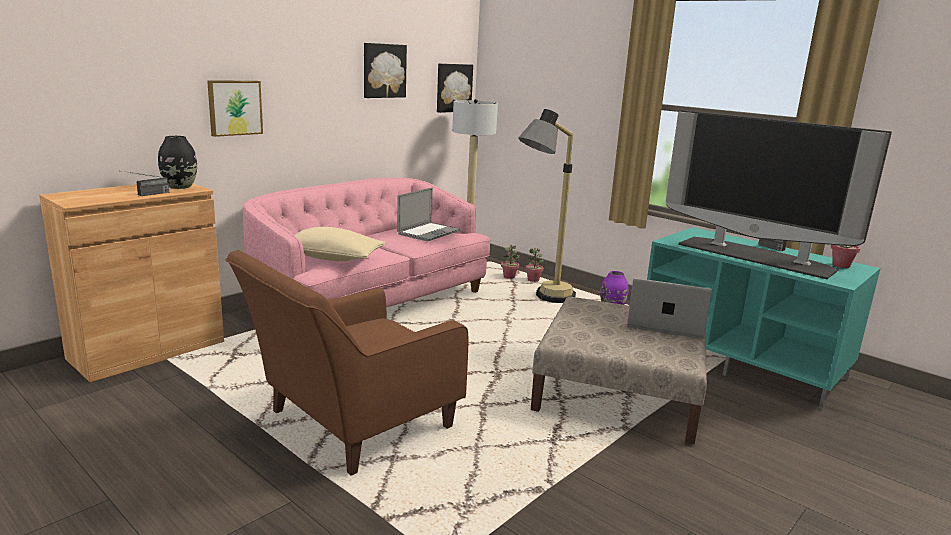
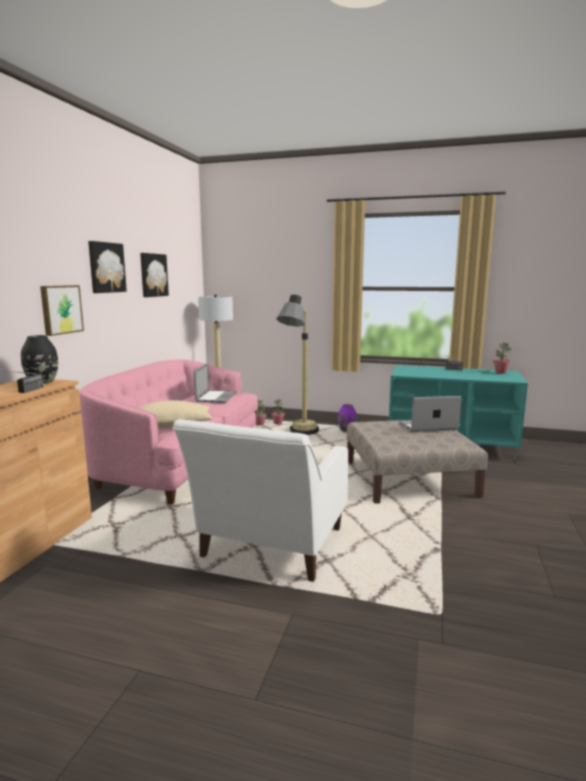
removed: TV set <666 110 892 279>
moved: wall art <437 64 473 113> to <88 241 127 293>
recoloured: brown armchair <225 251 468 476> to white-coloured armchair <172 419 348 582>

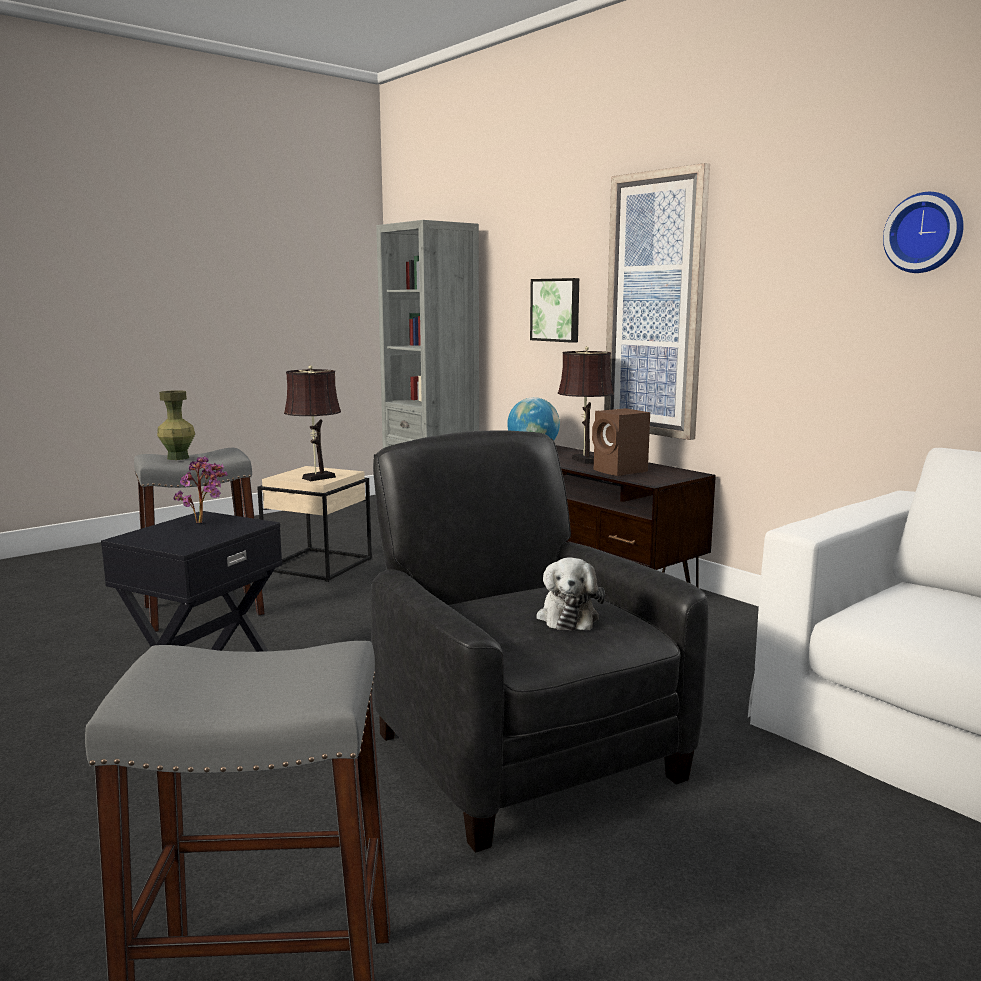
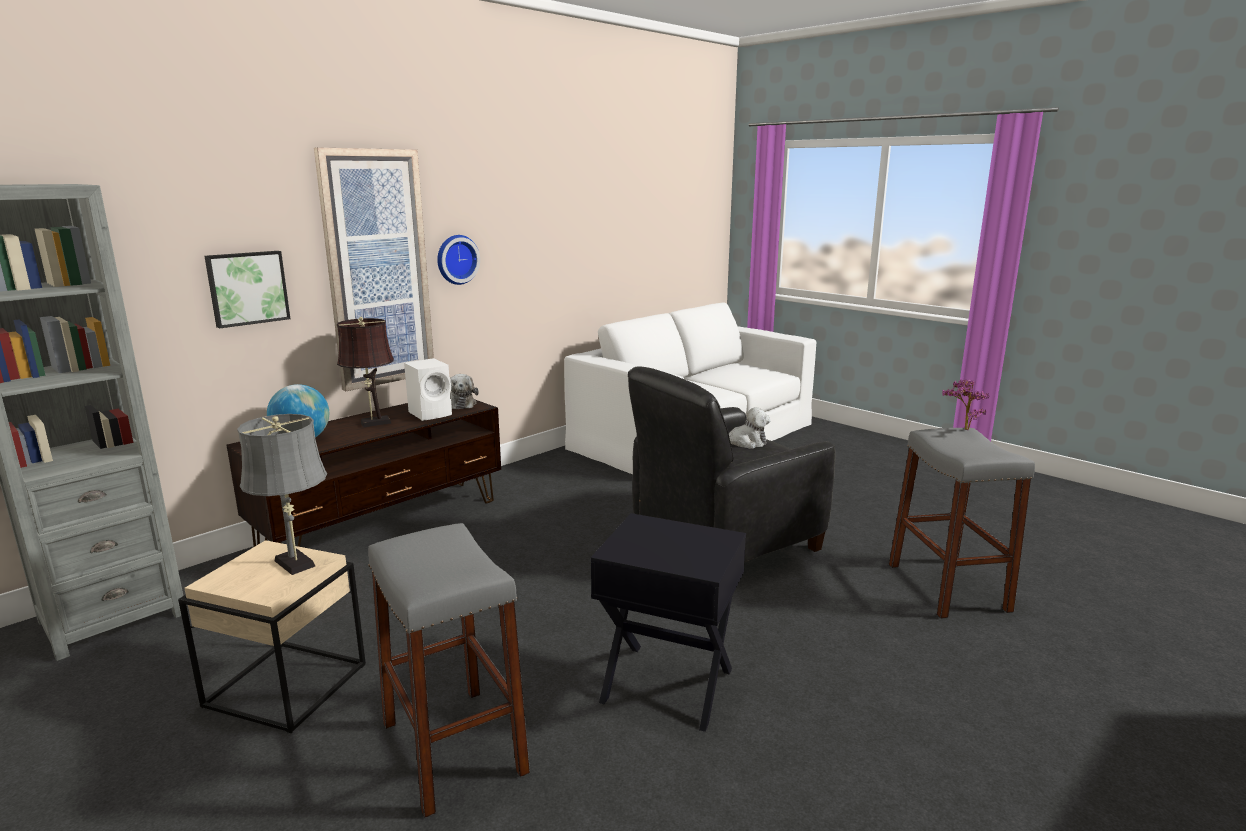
removed: greenish flower vase <157 390 195 460>
added: soft toy <450 374 479 409>
moved: hanging clock <883 192 964 273> to <437 235 480 285>; houseplant <173 456 228 523> to <942 379 990 430>
recoloured: brown tabletop lamp <284 365 341 481> to grey tabletop lamp <237 414 327 575>; brown audio speaker <592 408 650 476> to white-coloured audio speaker <404 358 452 421>

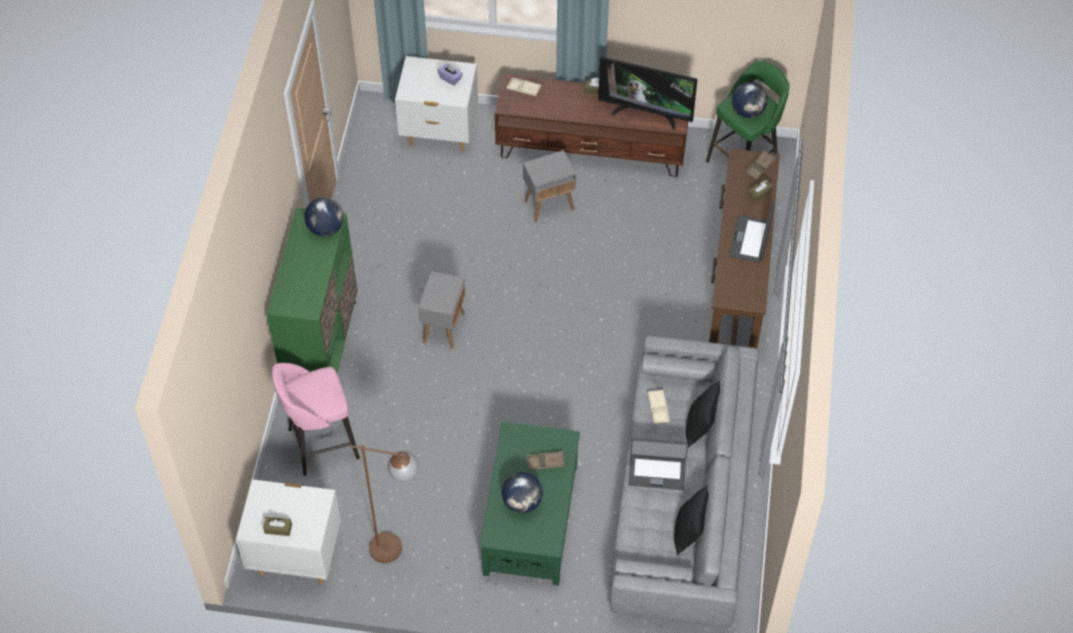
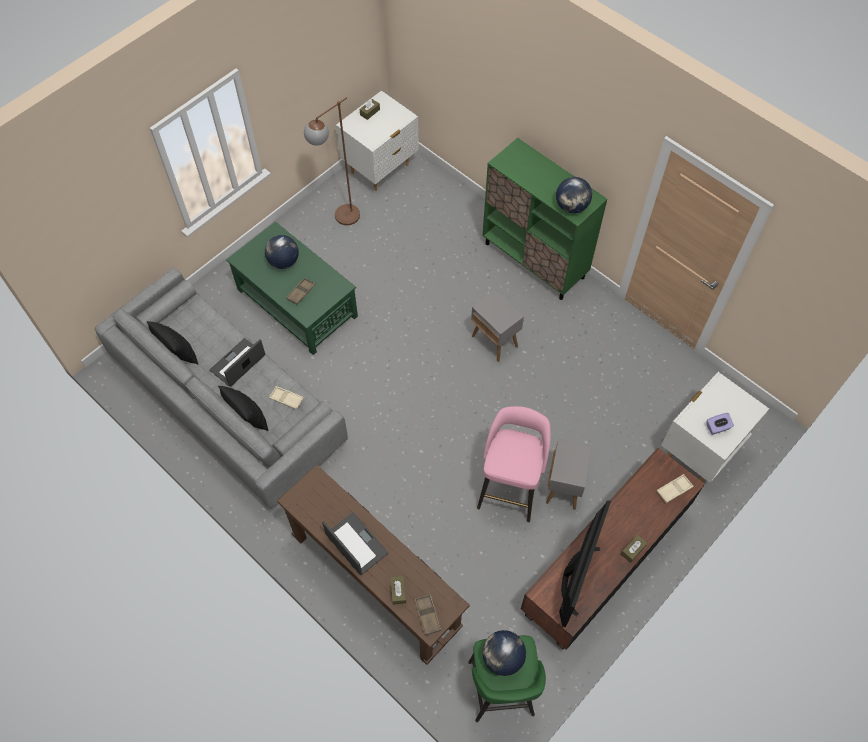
moved: pinkish stool <272 363 360 476> to <477 406 551 522>
turned: TV set <598 57 697 130> = <559 500 611 627> 150 degrees clockwise

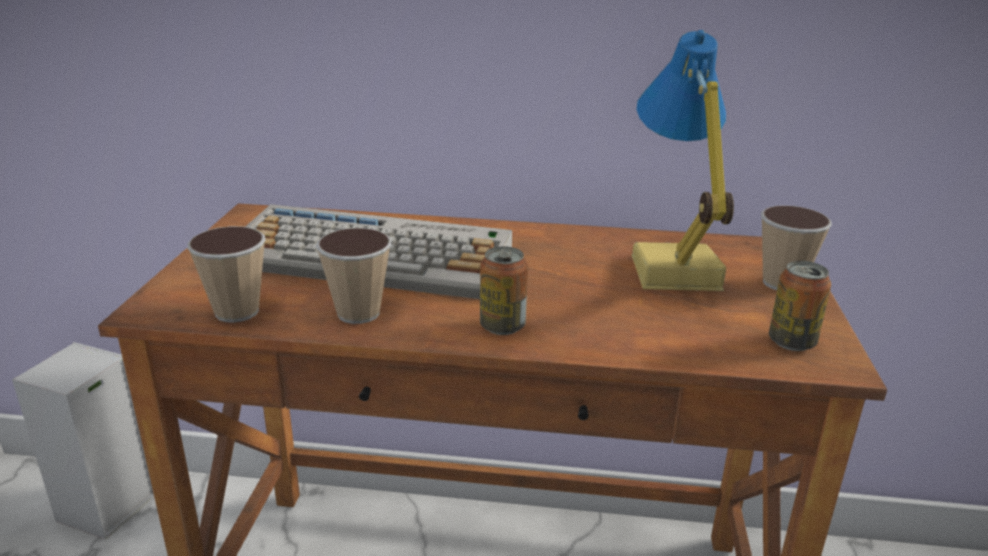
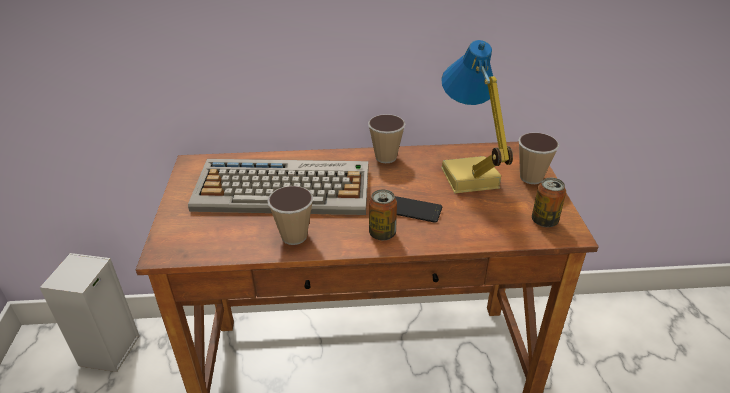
added: phone <395 196 442 223>
moved: cup <187 226 266 323> to <368 114 405 163>

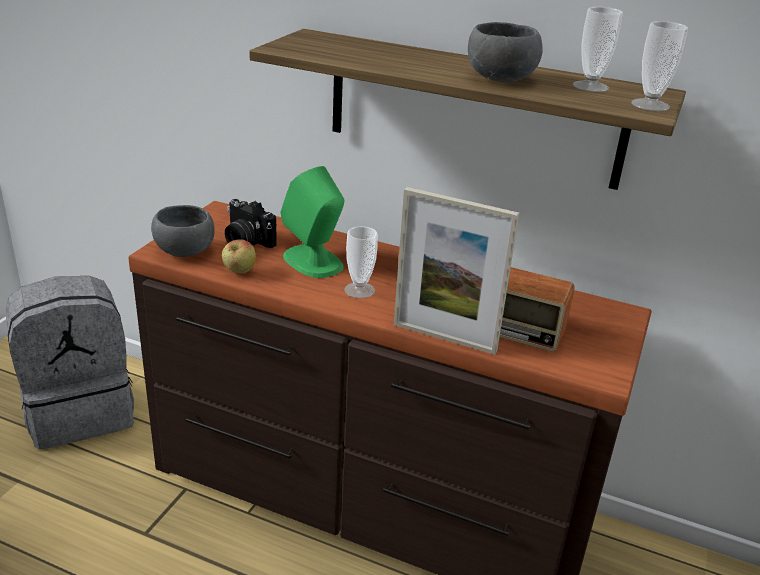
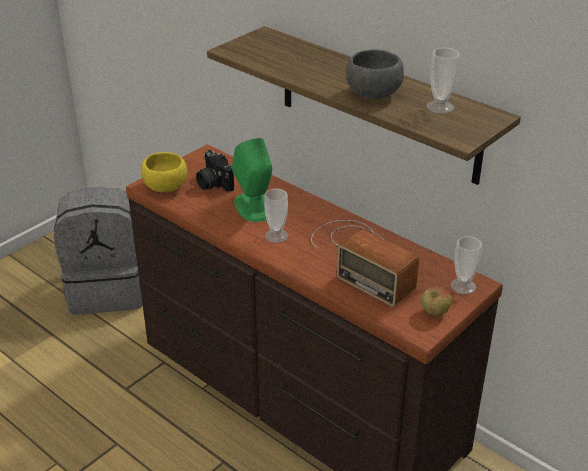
removed: photo frame <394 187 519 355>
moved: cup <631 21 688 111> to <450 236 482 294>; apple <222 239 256 273> to <421 286 451 316>
recoloured: grey deep dish <151 205 215 257> to yellow deep dish <141 152 187 192>

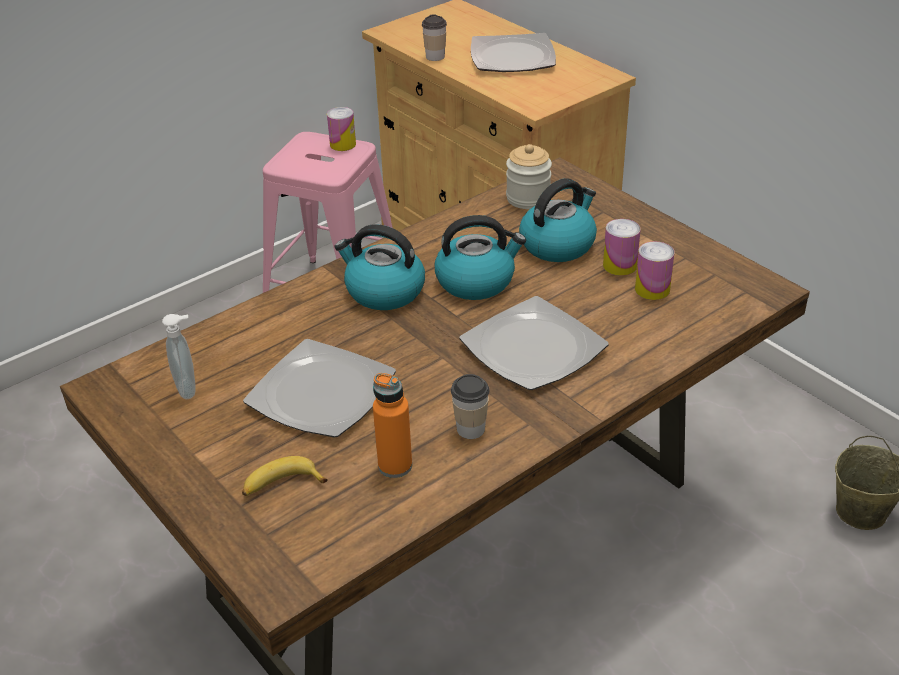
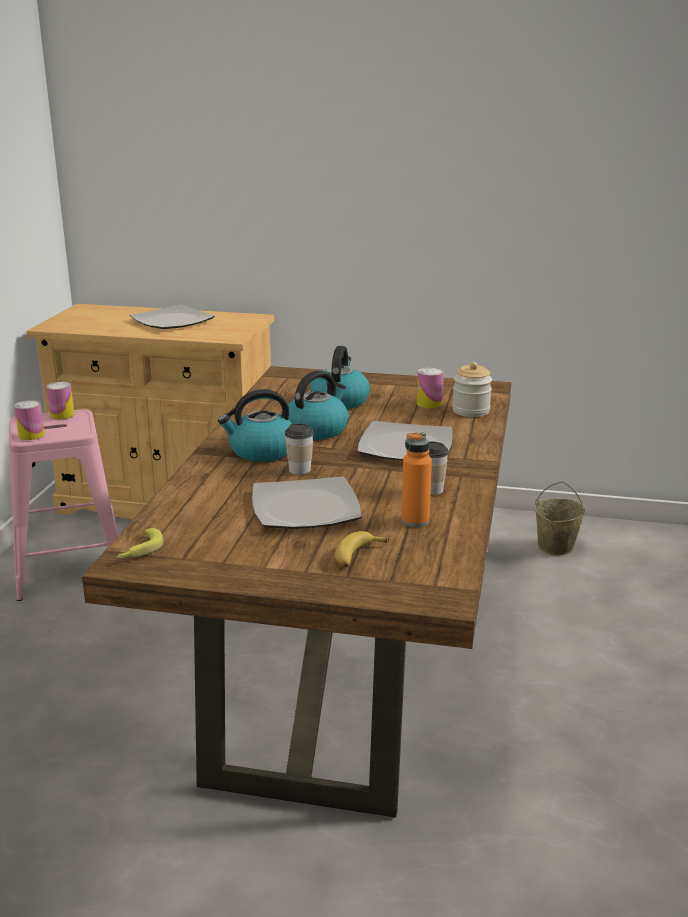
removed: soap dispenser <162 314 196 399>
added: whole banana <117 528 164 558>
moved: cup <422 14 447 61> to <285 423 314 475>; jar <506 144 552 209> to <452 362 492 417>; can <603 219 641 276> to <14 400 45 440>

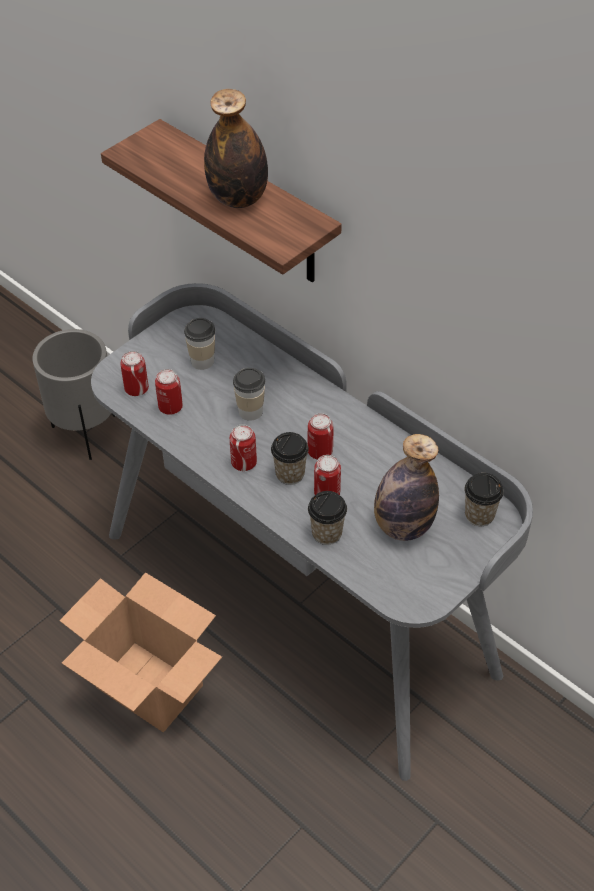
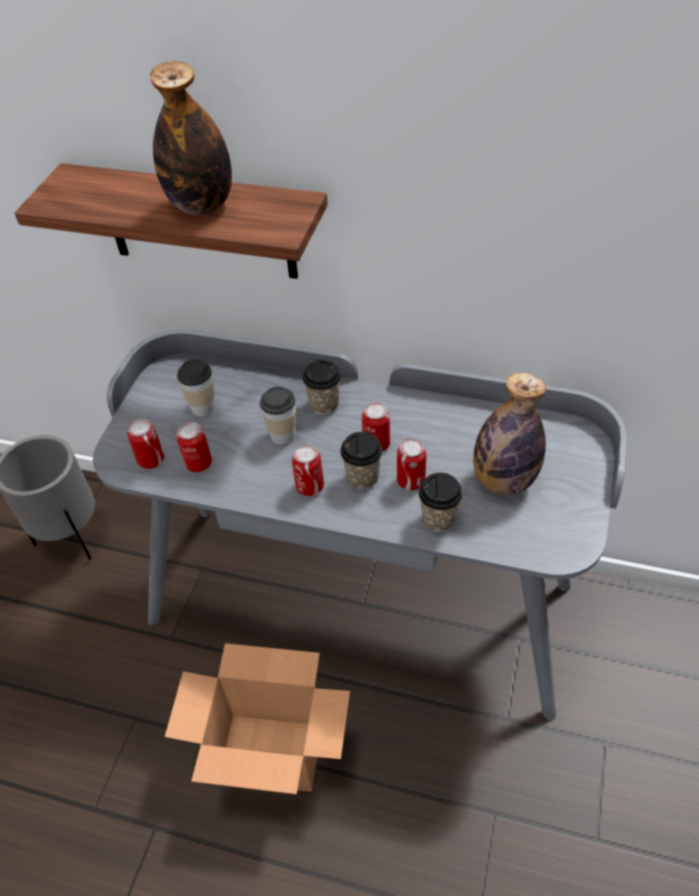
moved: cup <464 473 504 526> to <302 360 341 415>

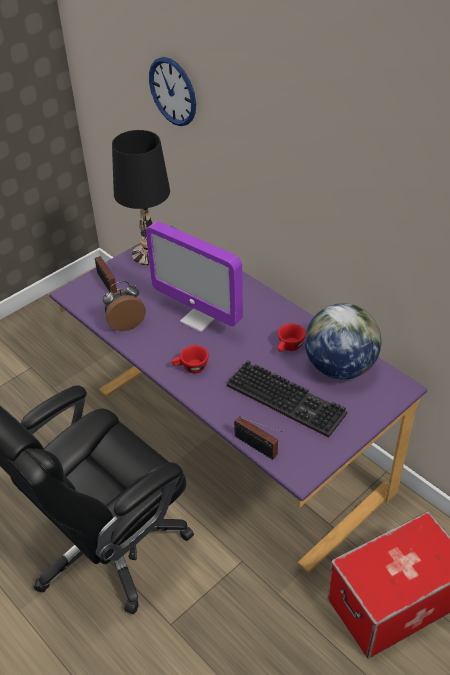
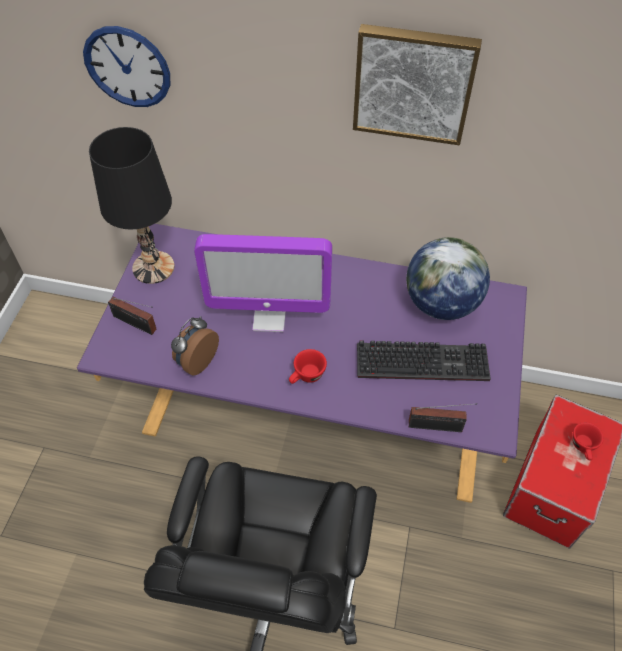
added: wall art <353 24 482 146>
moved: reddish cup <277 323 306 352> to <572 422 604 460>

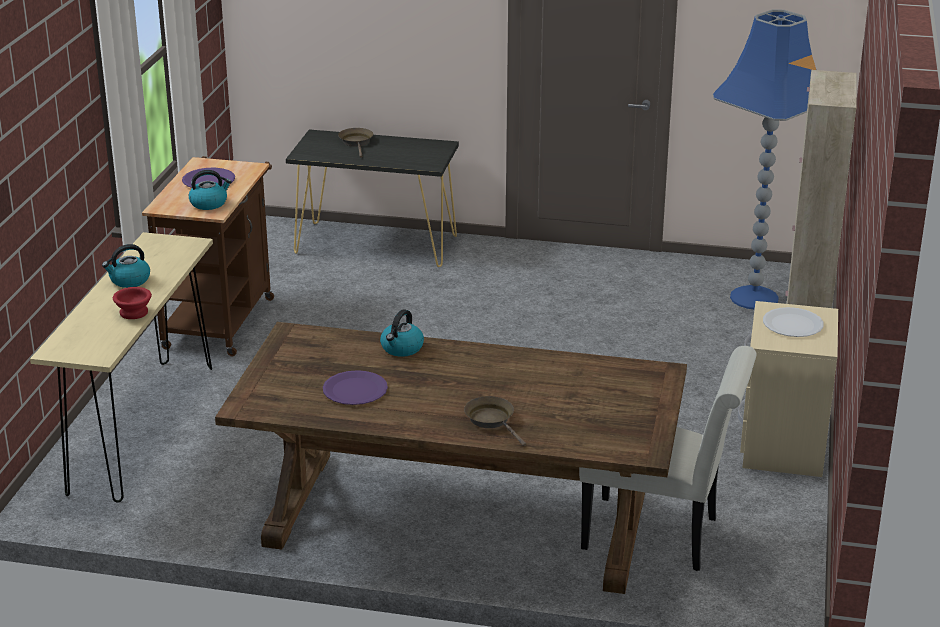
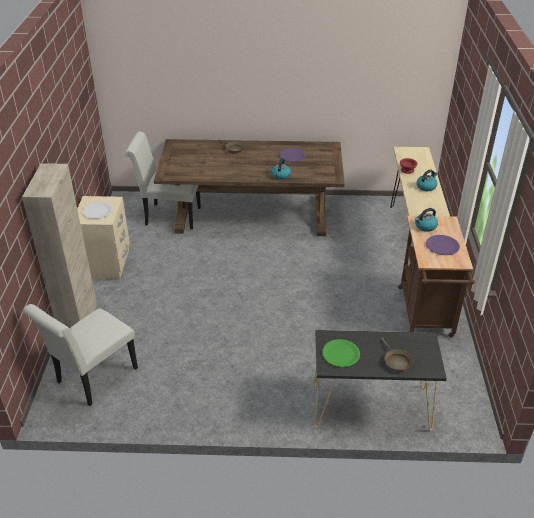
added: greenish flat dish <322 339 360 367>
replaced: bluish floor lamp <713 9 816 309> to white-coloured chair <23 304 138 406>

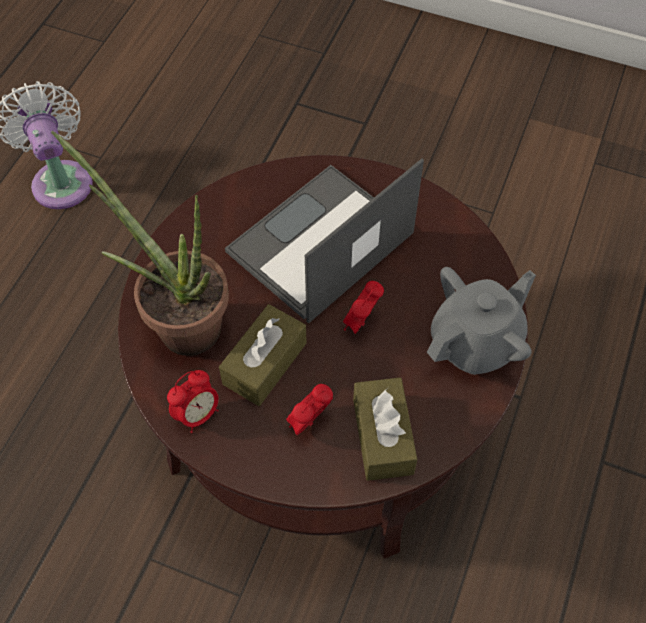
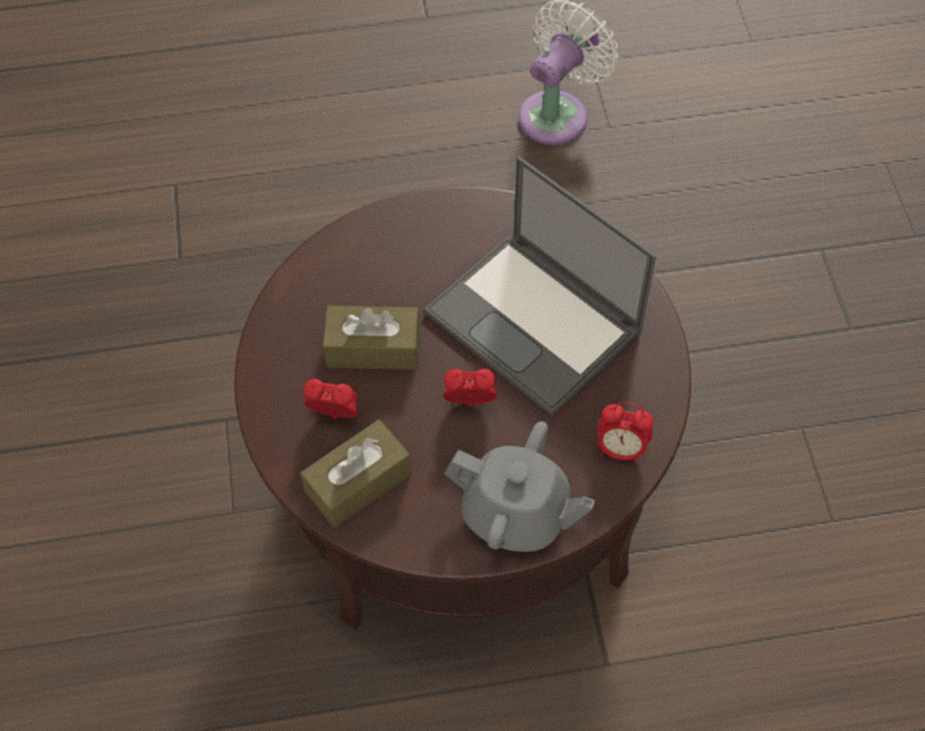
removed: houseplant <51 130 229 356>
moved: bedside clock <167 370 219 433> to <598 402 653 465>
turned: portable computer <225 159 424 323> = <425 156 656 416> 150 degrees counterclockwise

